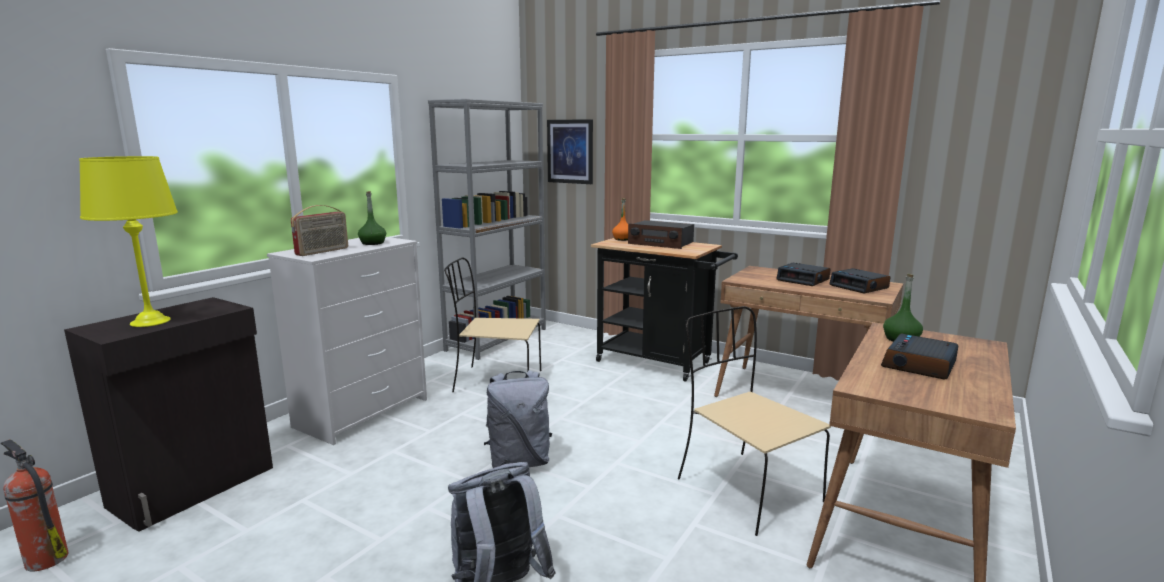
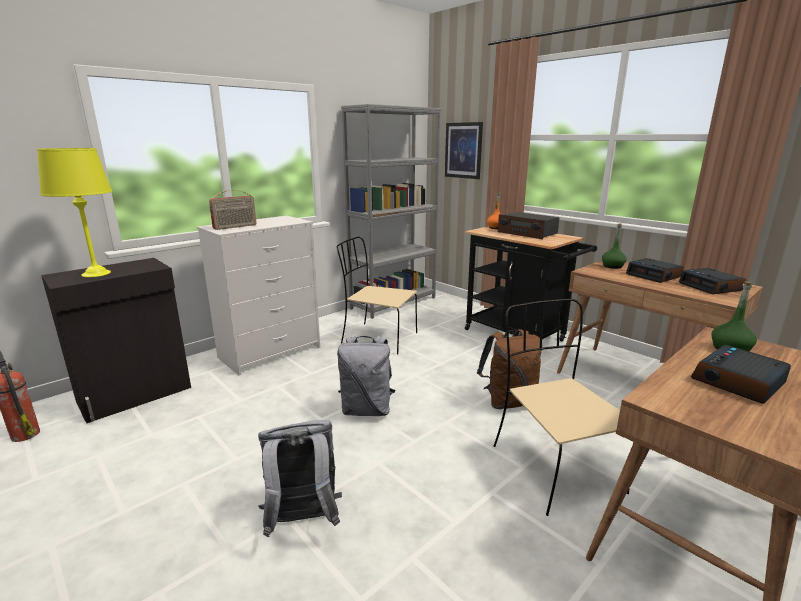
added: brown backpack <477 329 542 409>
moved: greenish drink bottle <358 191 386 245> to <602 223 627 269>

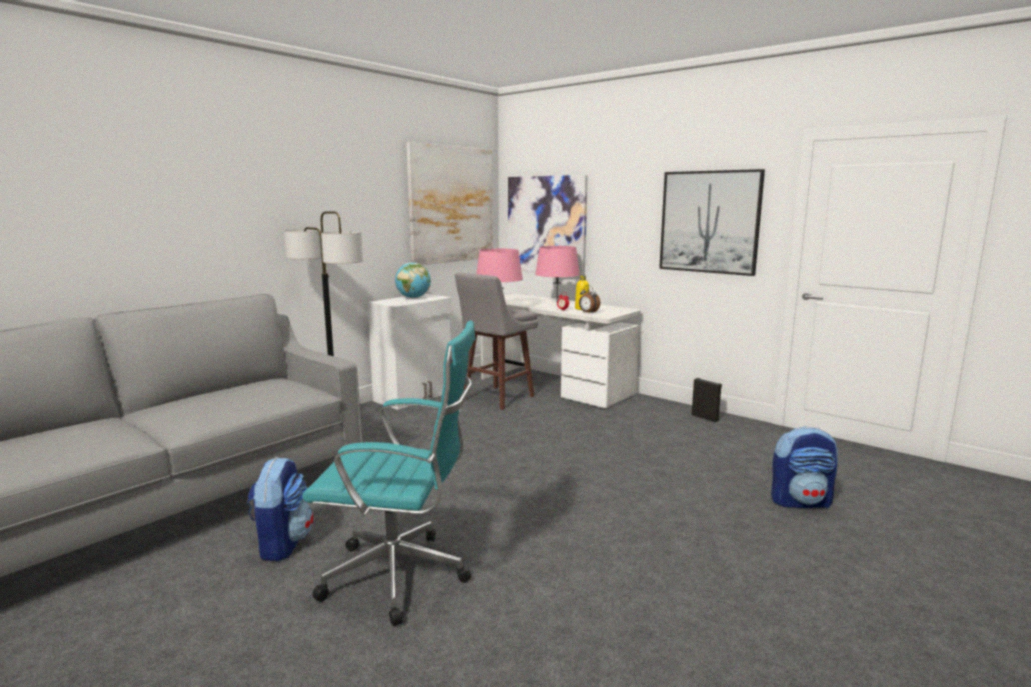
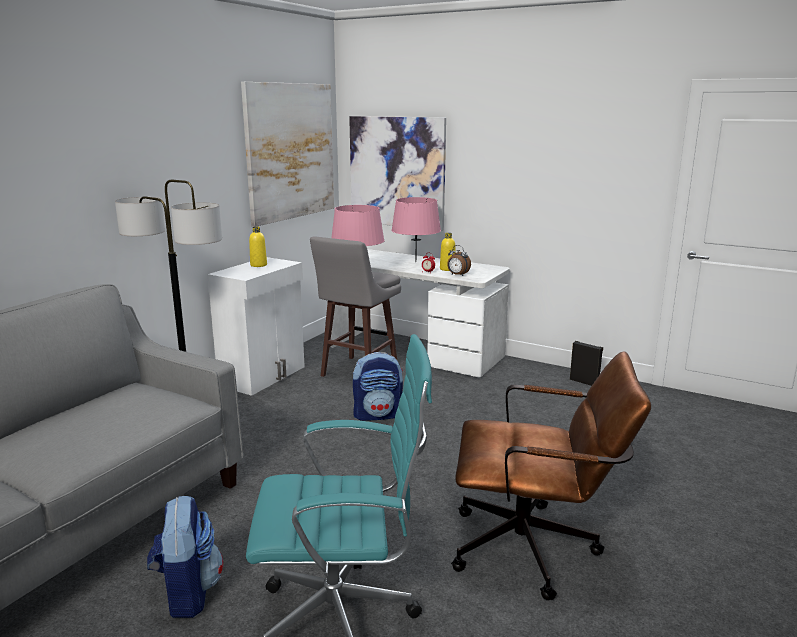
removed: wall art <659 169 765 276>
added: brown desk chair <451 351 651 600>
moved: backpack <771 426 838 508> to <353 352 403 421>
replaced: world globe <395 263 431 298> to yellow drink bottle <249 227 267 267>

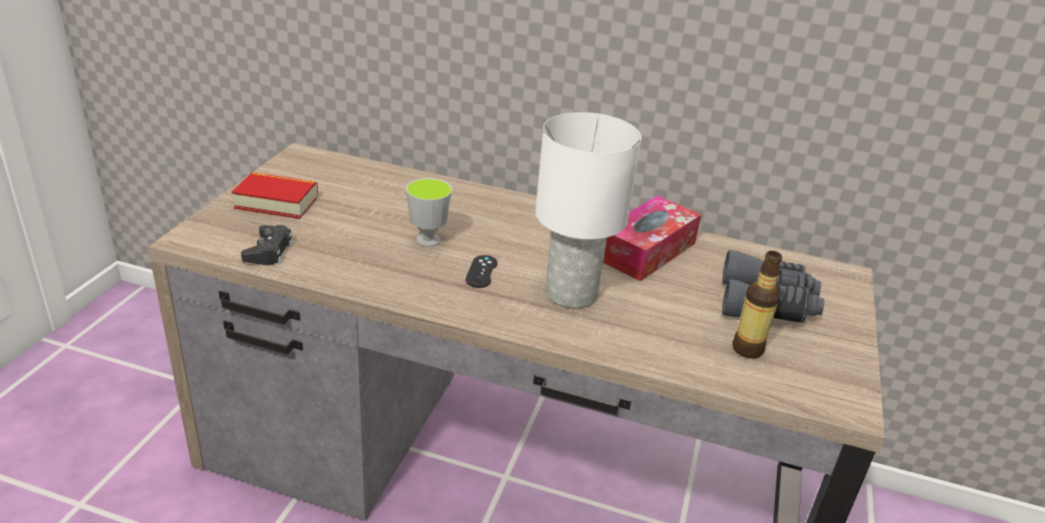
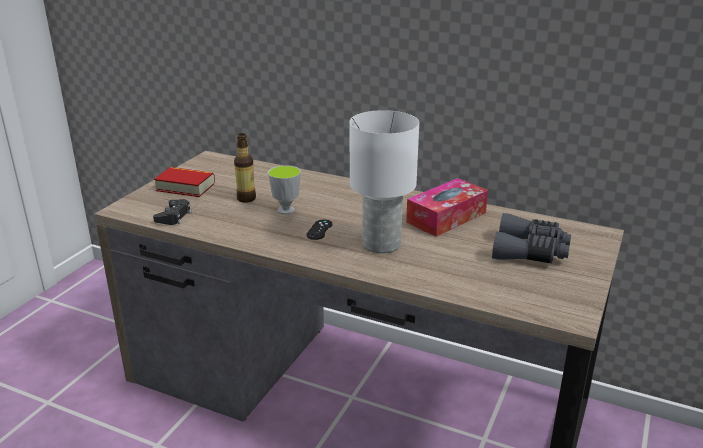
moved: drink bottle <732 251 782 358> to <234 133 256 203>

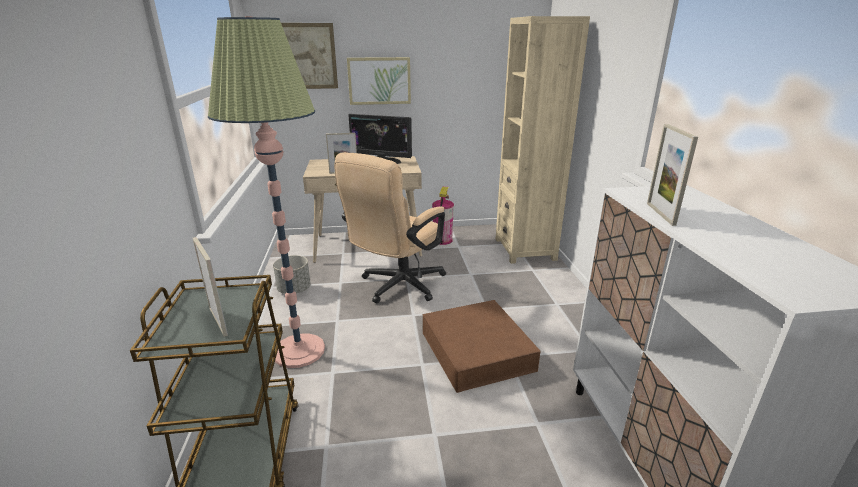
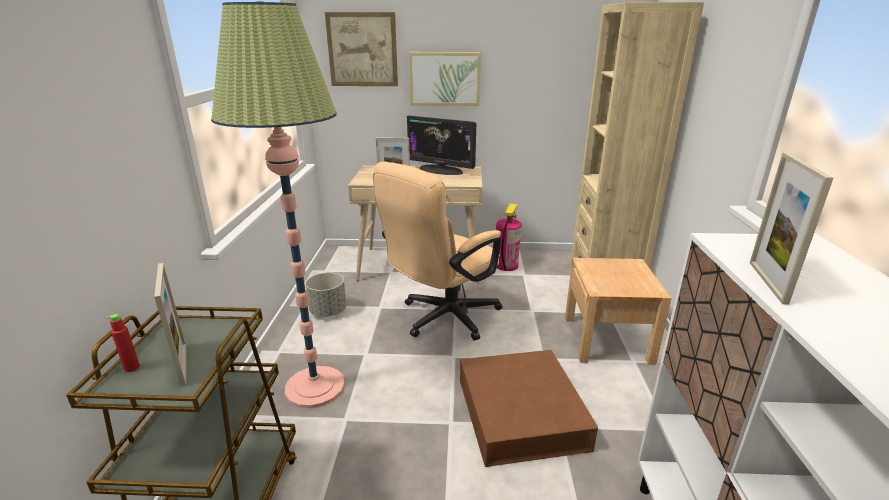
added: beige nightstand <565 258 671 365>; reddish drink bottle <107 314 140 372>

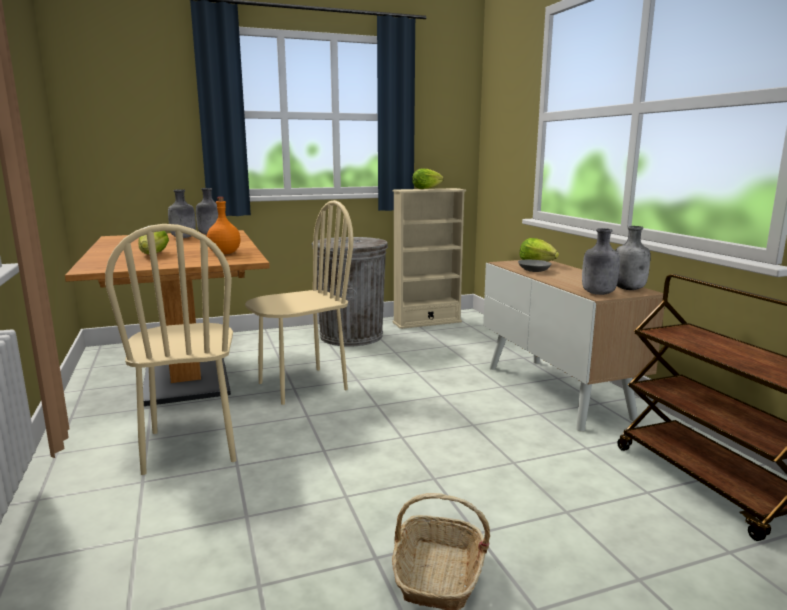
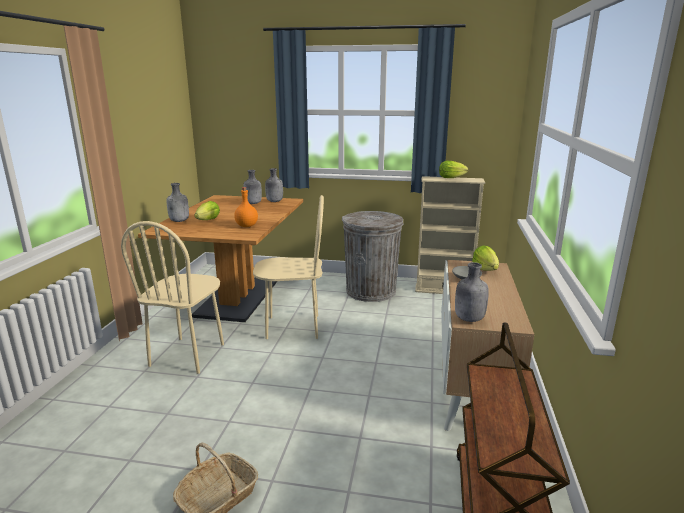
moved: grey drink bottle <616 226 650 290> to <167 183 189 222>

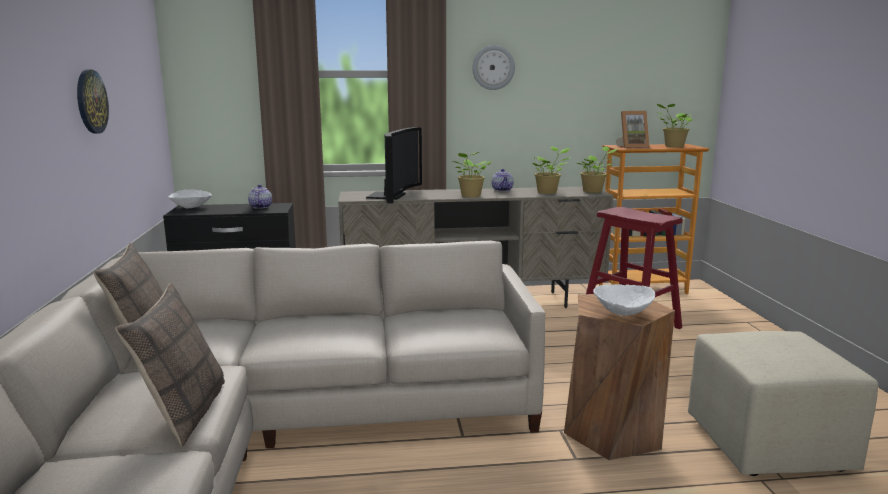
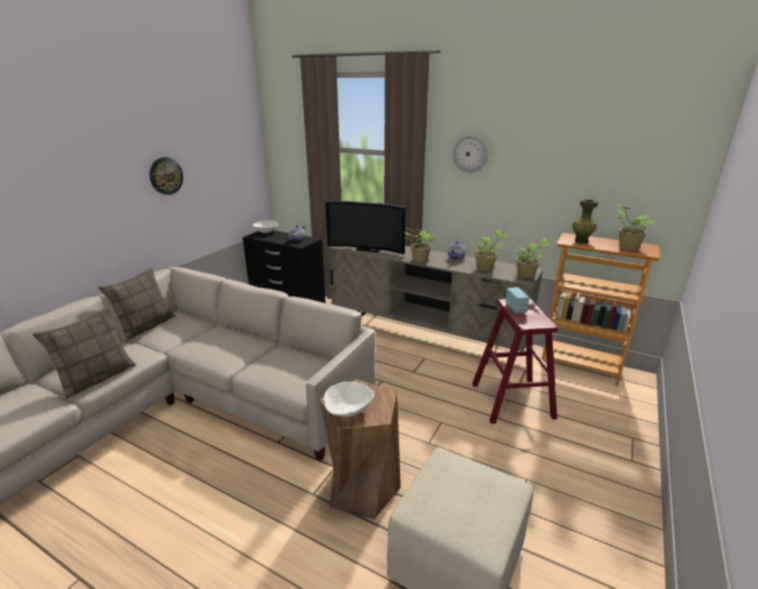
added: radio set <505 286 529 314>
replaced: photo frame <616 111 650 148> to greenish flower vase <572 199 598 243>
turned: TV set <366 127 422 204> = <325 201 406 254> 60 degrees clockwise

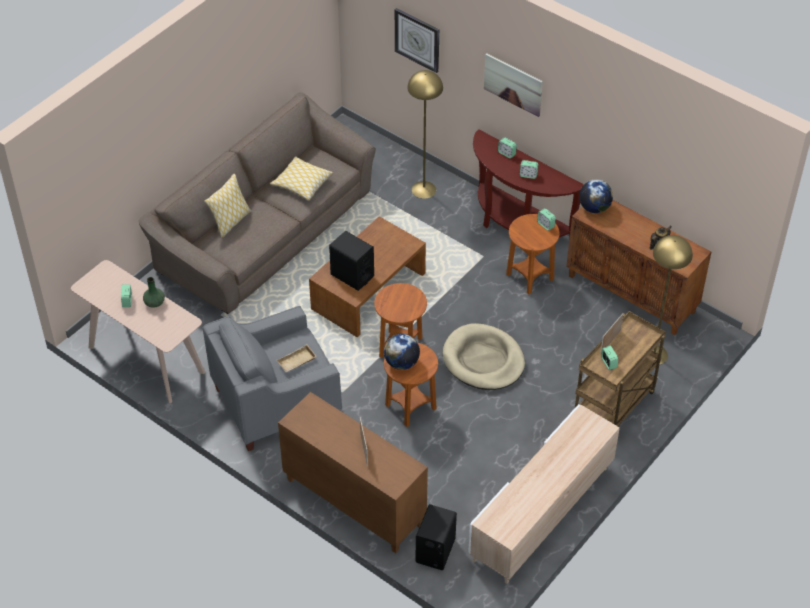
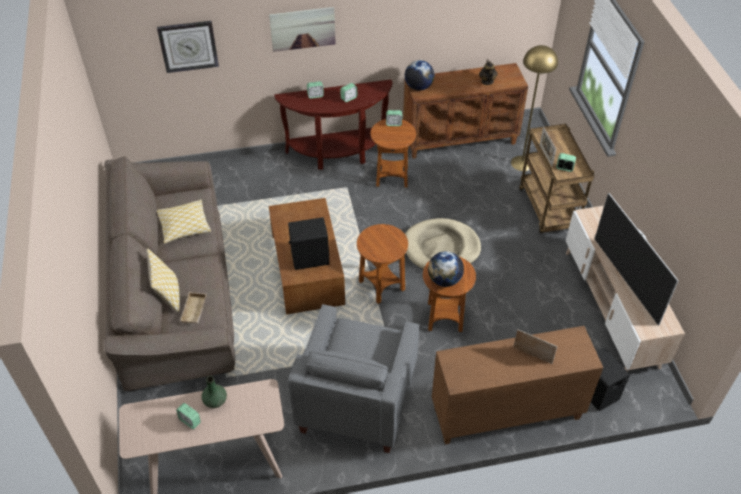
removed: yellow floor lamp <407 70 443 199>
added: TV set <595 193 679 326>
moved: beige tray <277 344 317 372> to <180 292 207 323>

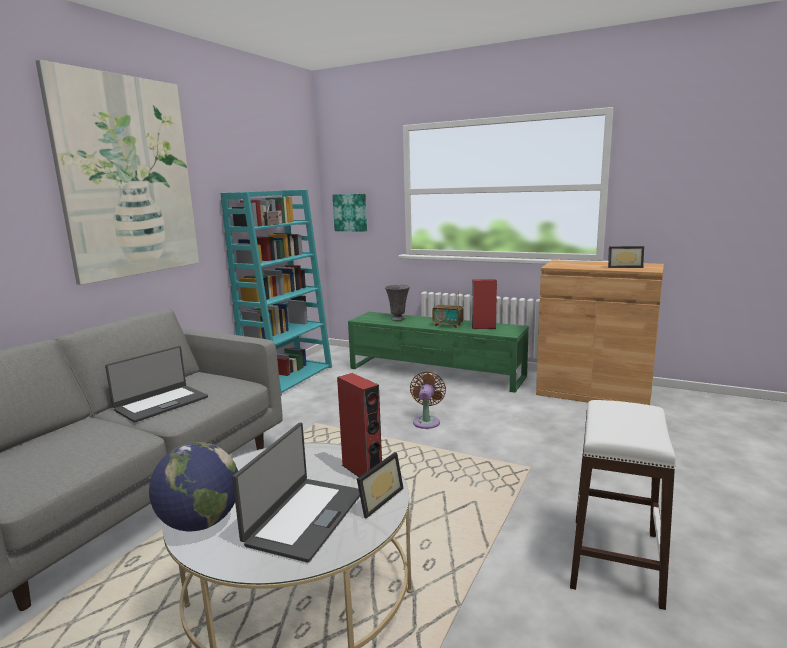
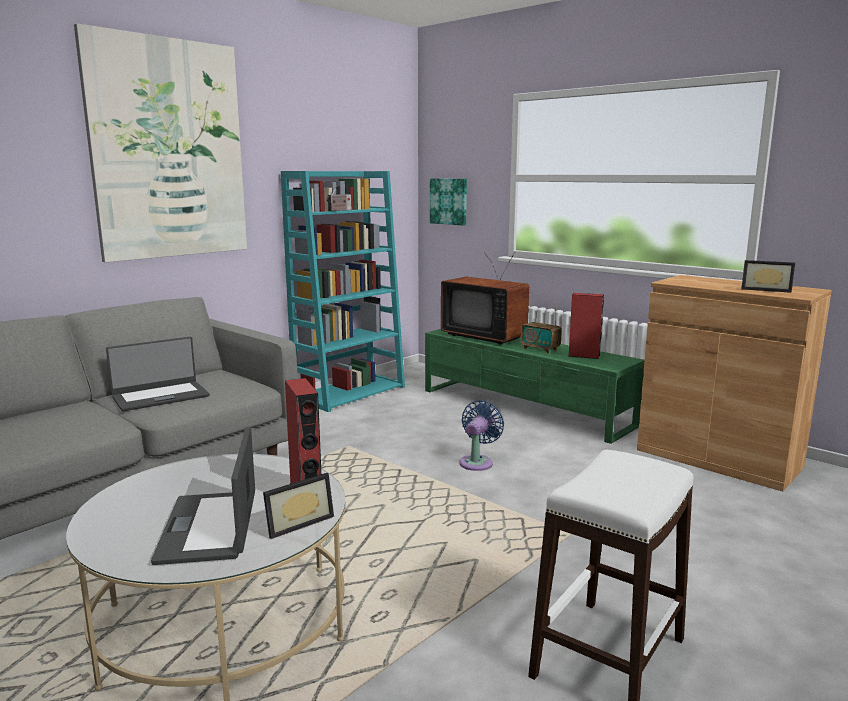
removed: world globe <149 442 238 532>
replaced: grey flower vase <385 284 410 321> to TV set <441 252 529 345>
recoloured: brown fan <410 372 446 429> to bluish fan <459 400 504 471>
turned: portable computer <232 423 360 563> = <151 427 255 565> 135 degrees clockwise

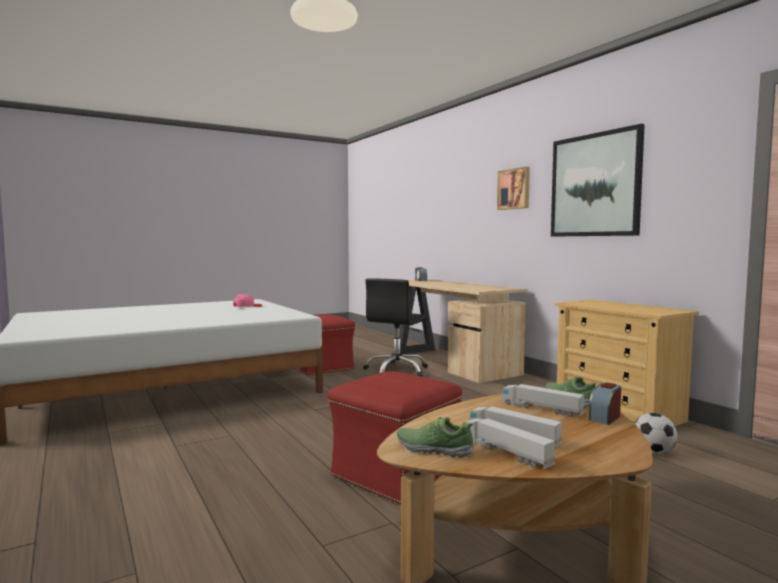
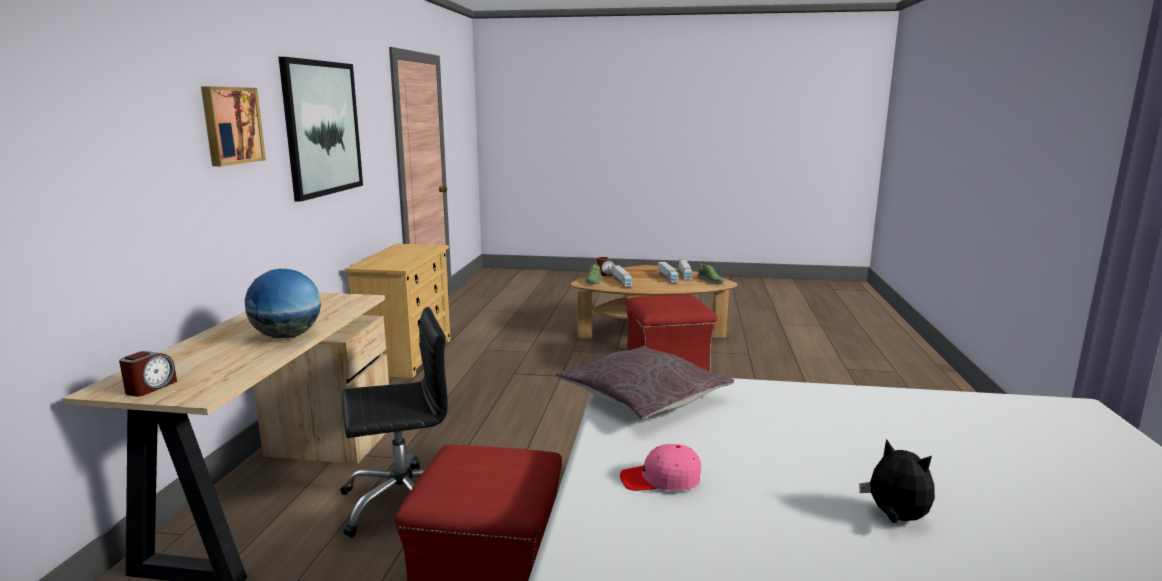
removed: football ball <634 413 677 454>
added: world globe <244 269 321 338>; grey cushion <555 346 734 420>; soft toy <859 439 935 523>

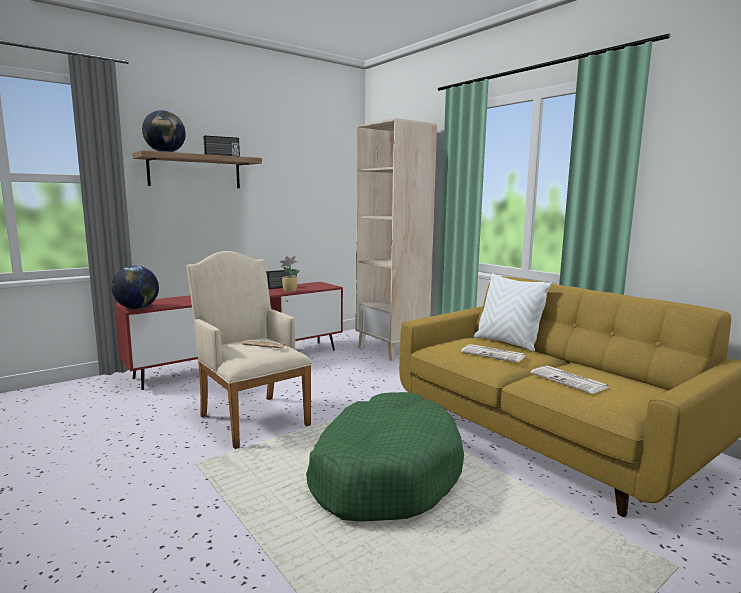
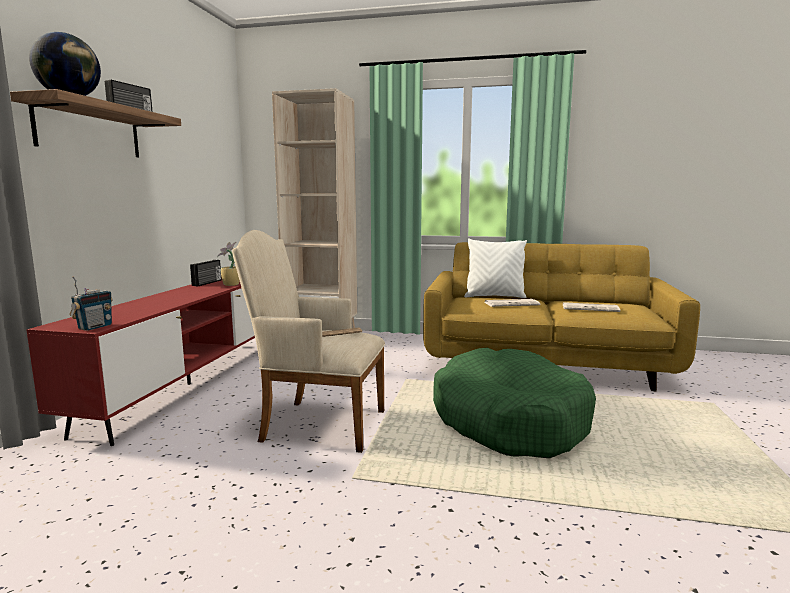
replaced: world globe <111 266 159 309> to radio set <70 276 113 331>

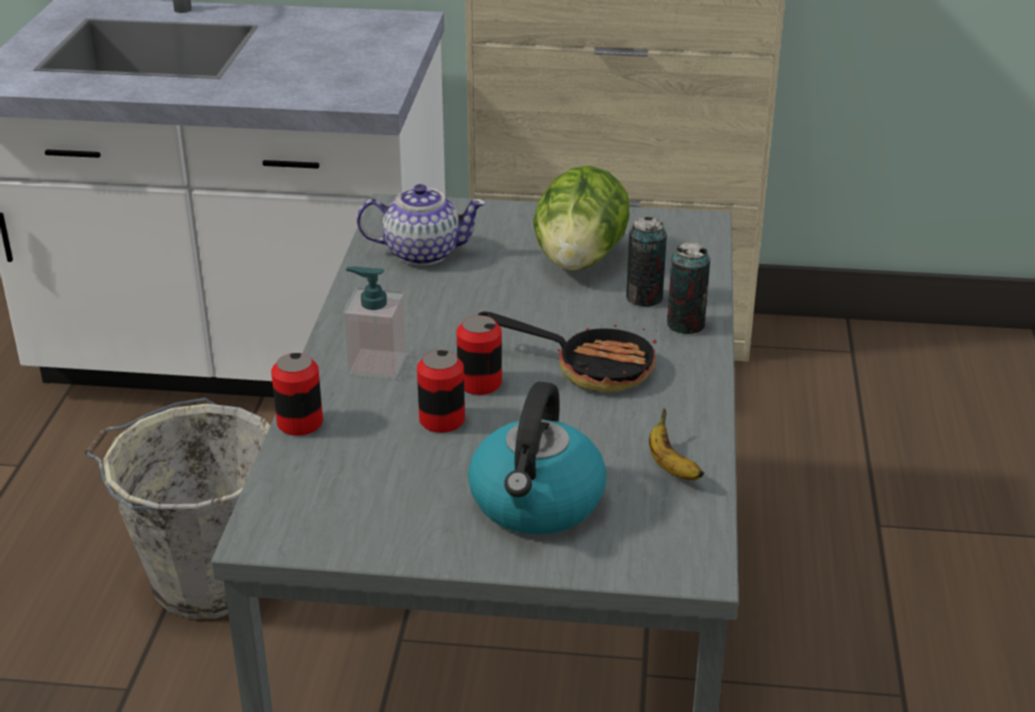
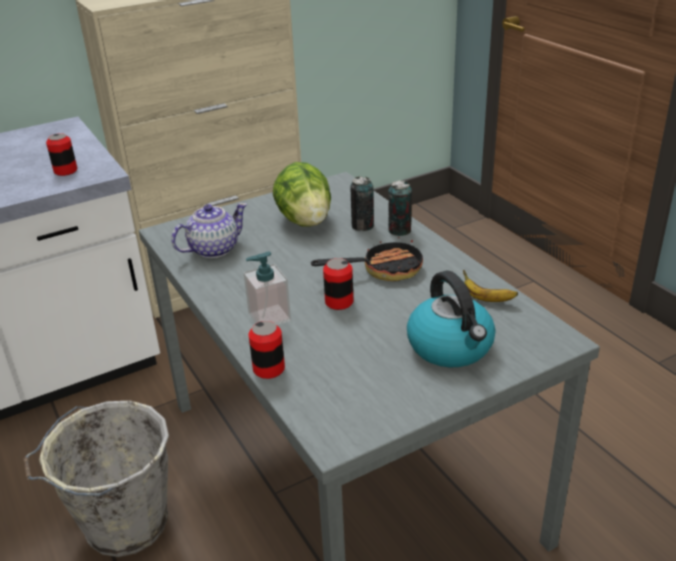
moved: can <417 350 465 433> to <46 133 77 176>

